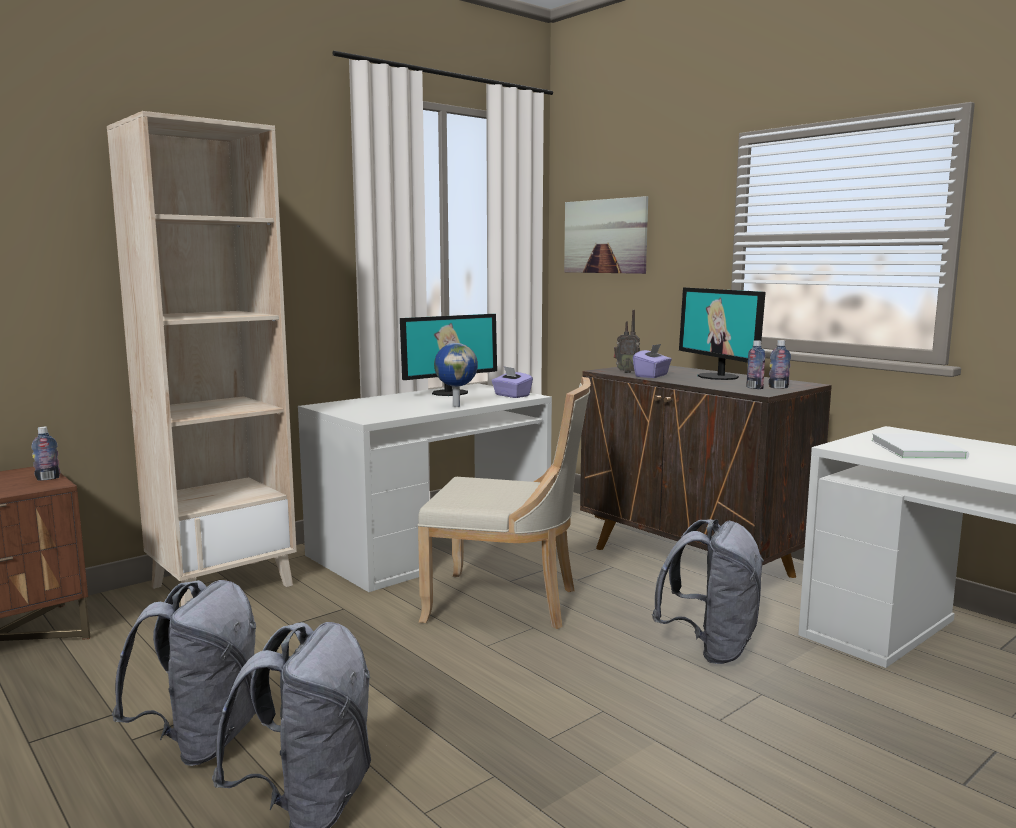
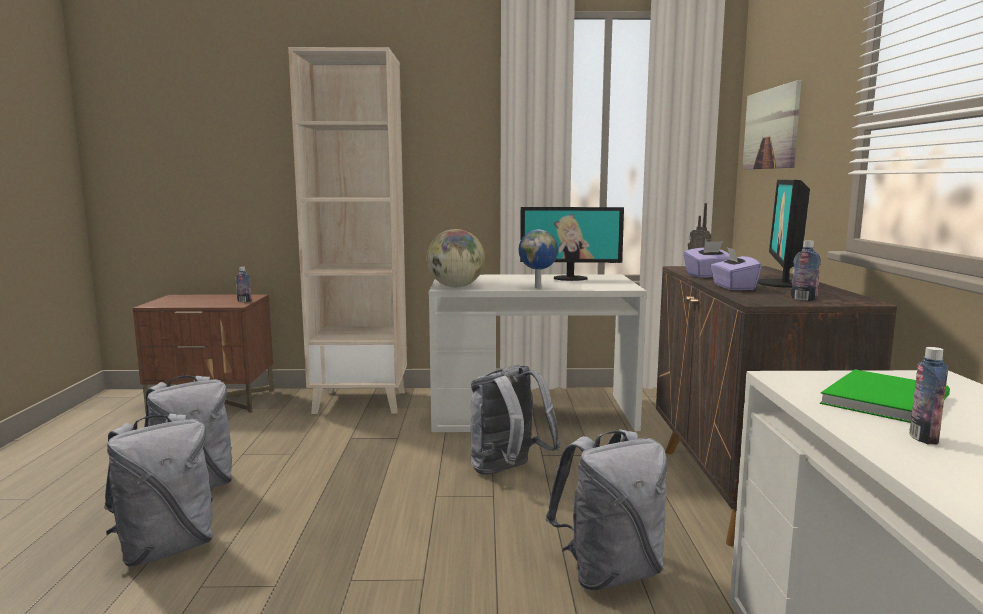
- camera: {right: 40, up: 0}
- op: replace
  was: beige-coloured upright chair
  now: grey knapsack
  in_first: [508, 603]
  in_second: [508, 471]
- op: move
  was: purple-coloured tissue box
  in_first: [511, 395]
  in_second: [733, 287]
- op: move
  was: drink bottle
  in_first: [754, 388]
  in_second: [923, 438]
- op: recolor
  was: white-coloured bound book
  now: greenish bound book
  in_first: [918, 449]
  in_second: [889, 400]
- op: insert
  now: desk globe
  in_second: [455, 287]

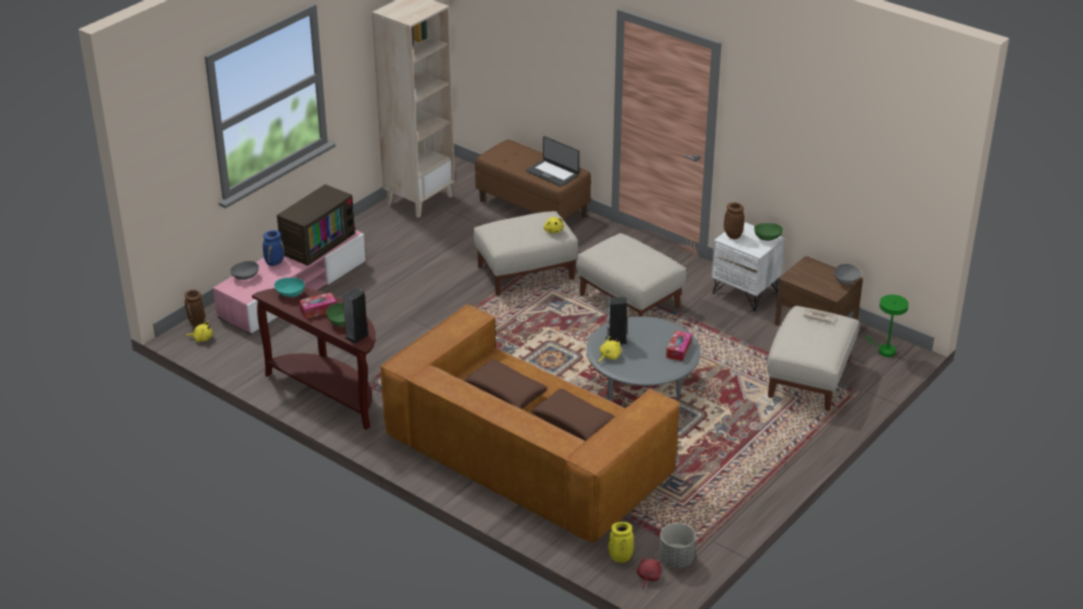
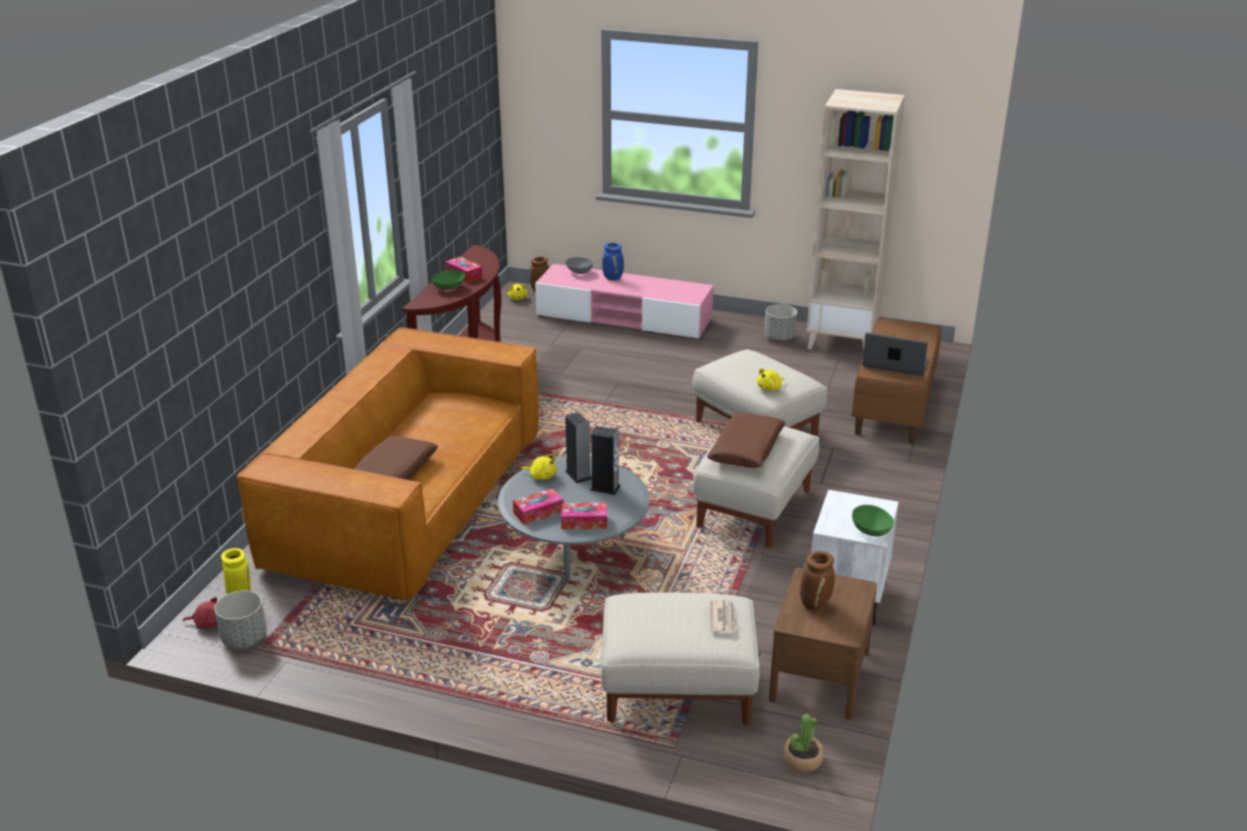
- camera: {right: 70, up: -5}
- op: delete
  was: turquoise serving bowl
  in_first: [290, 294]
- op: delete
  was: television
  in_first: [317, 242]
- op: move
  was: loudspeaker
  in_first: [356, 336]
  in_second: [605, 488]
- op: move
  was: brown cushion
  in_first: [505, 392]
  in_second: [746, 449]
- op: rotate
  was: laptop
  in_first: [553, 173]
  in_second: [895, 364]
  clockwise: 90
- op: move
  was: brown flower vase
  in_first: [732, 235]
  in_second: [815, 604]
- op: delete
  was: grey serving bowl
  in_first: [846, 281]
- op: replace
  was: greenish table lamp
  now: plant in a pot
  in_first: [884, 350]
  in_second: [802, 759]
- op: insert
  now: tissue box
  in_second: [538, 512]
- op: insert
  now: grey planter
  in_second: [779, 337]

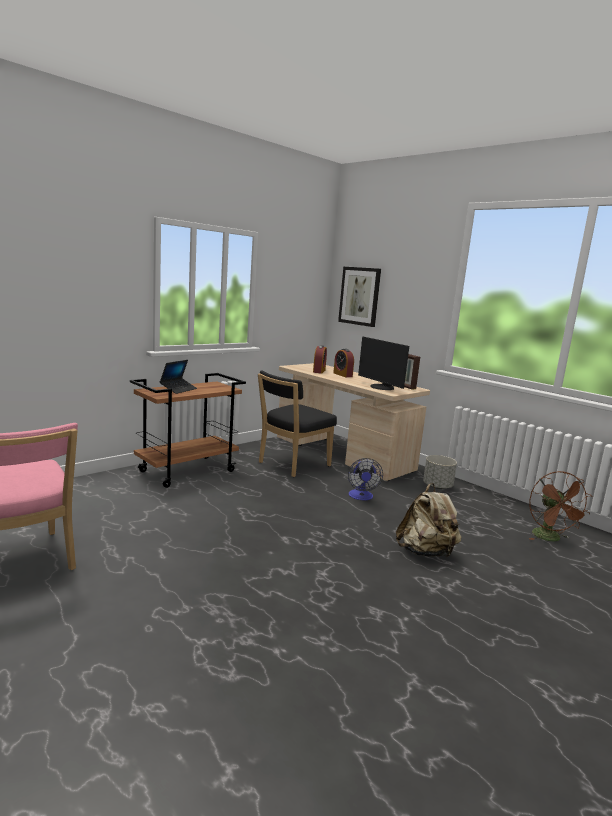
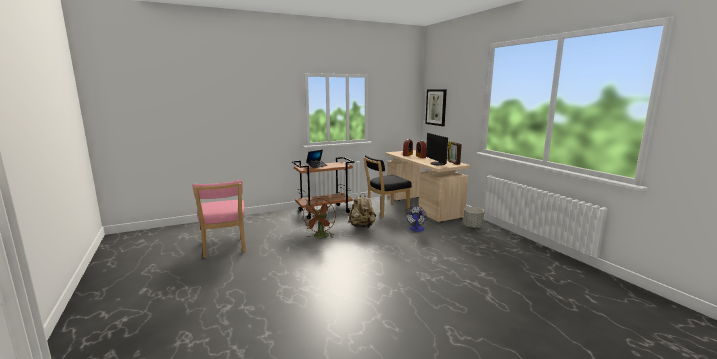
- camera: {right: 20, up: 0}
- op: move
  was: beige-coloured knapsack
  in_first: [426, 552]
  in_second: [362, 226]
- op: move
  was: brown fan
  in_first: [550, 538]
  in_second: [320, 237]

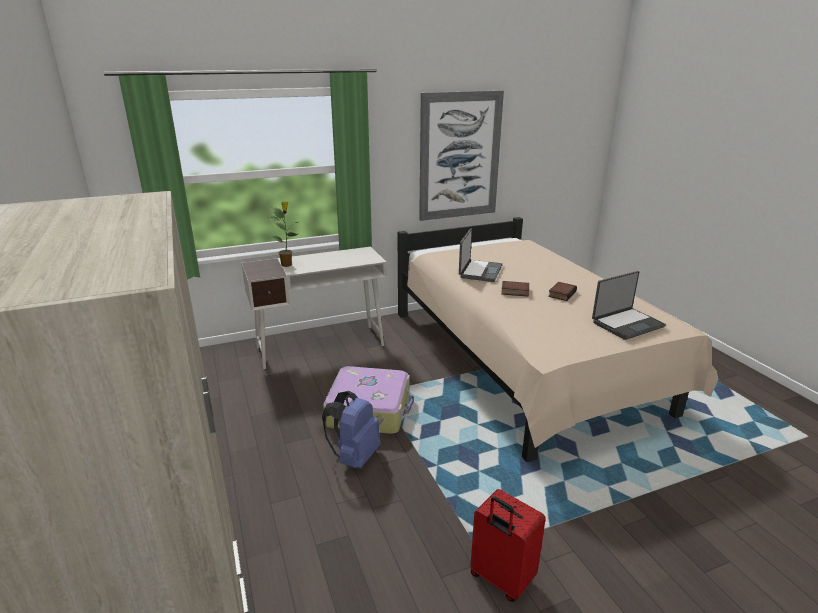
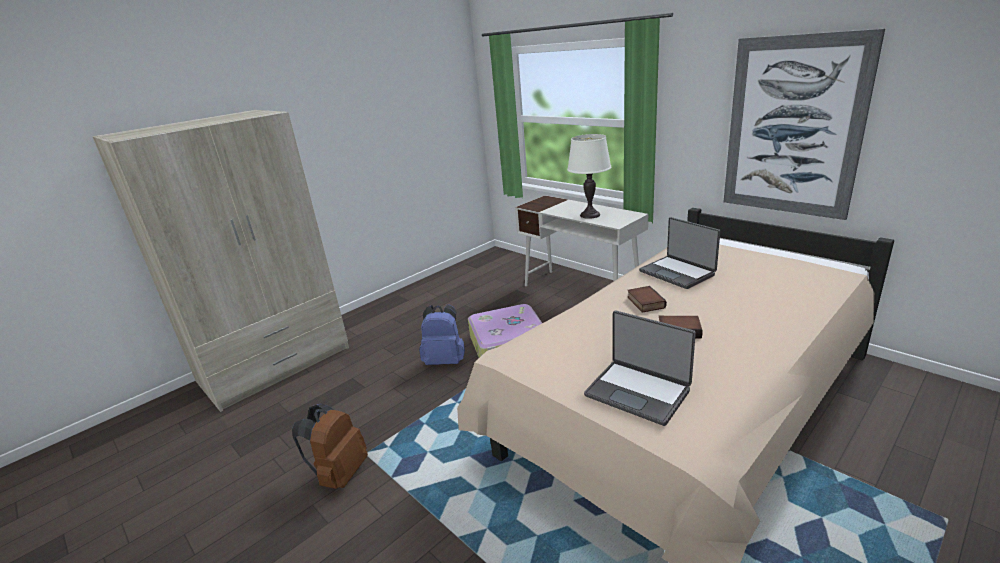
- camera: {right: 70, up: 0}
- op: delete
  was: plant in a pot
  in_first: [287, 265]
- op: rotate
  was: laptop
  in_first: [479, 271]
  in_second: [677, 273]
  clockwise: 60
- op: replace
  was: reddish travel case
  now: brown knapsack
  in_first: [501, 579]
  in_second: [340, 474]
- op: insert
  now: white-coloured table lamp
  in_second: [590, 215]

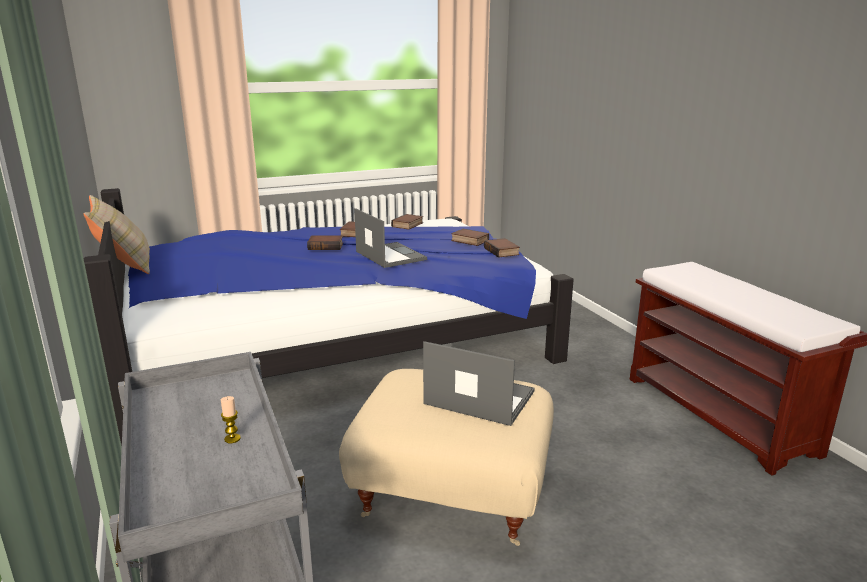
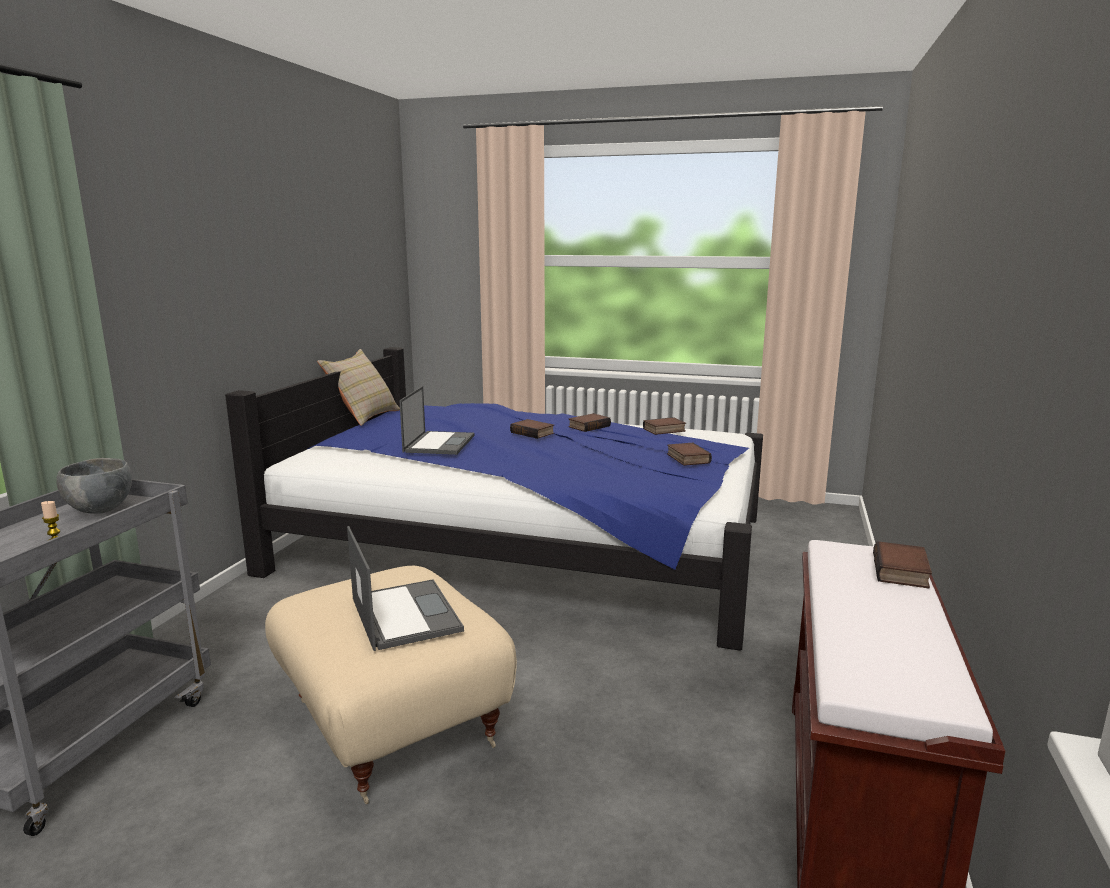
- camera: {right: 40, up: -5}
- op: move
  was: laptop
  in_first: [390, 255]
  in_second: [439, 443]
- op: move
  was: bound book
  in_first: [502, 251]
  in_second: [902, 572]
- op: insert
  now: grey serving bowl
  in_second: [99, 509]

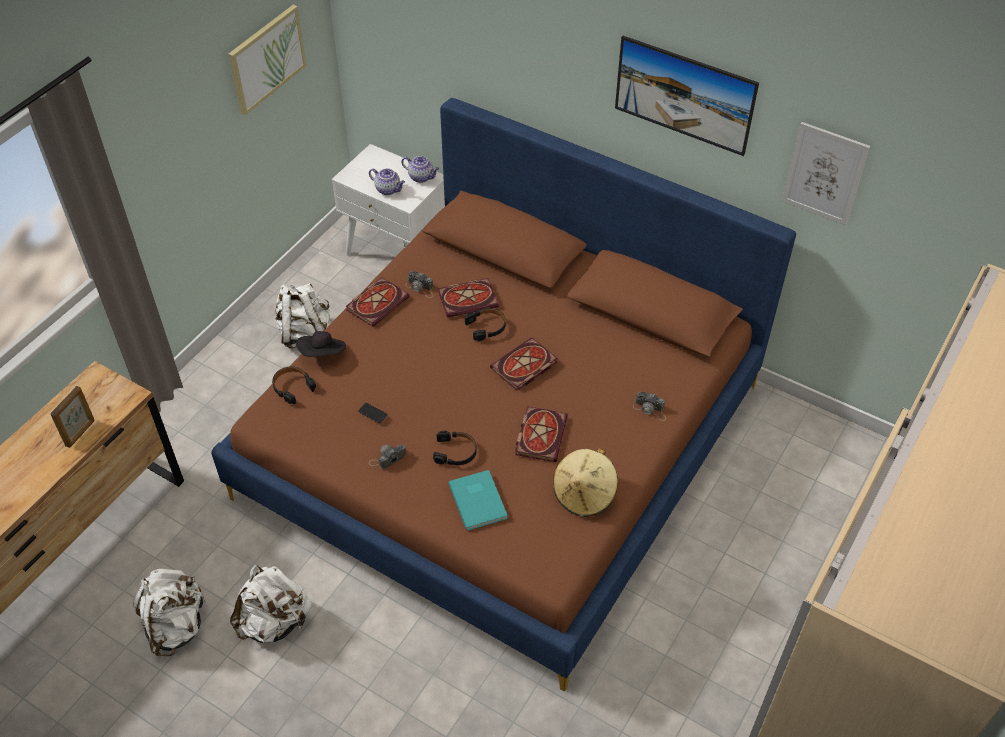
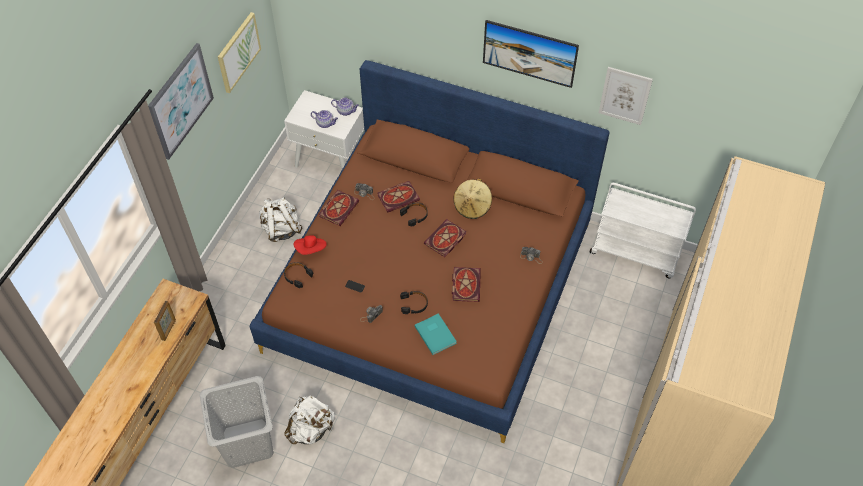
- camera: {right: -10, up: 5}
- op: replace
  was: white-coloured knapsack
  now: grey washing basket
  in_first: [176, 626]
  in_second: [247, 442]
- op: recolor
  was: black hat
  now: reddish hat
  in_first: [323, 354]
  in_second: [311, 249]
- op: move
  was: beige-coloured hat
  in_first: [584, 494]
  in_second: [472, 206]
- op: insert
  now: wall picture
  in_second: [181, 101]
- op: insert
  now: white-coloured wheeled cart
  in_second: [635, 252]

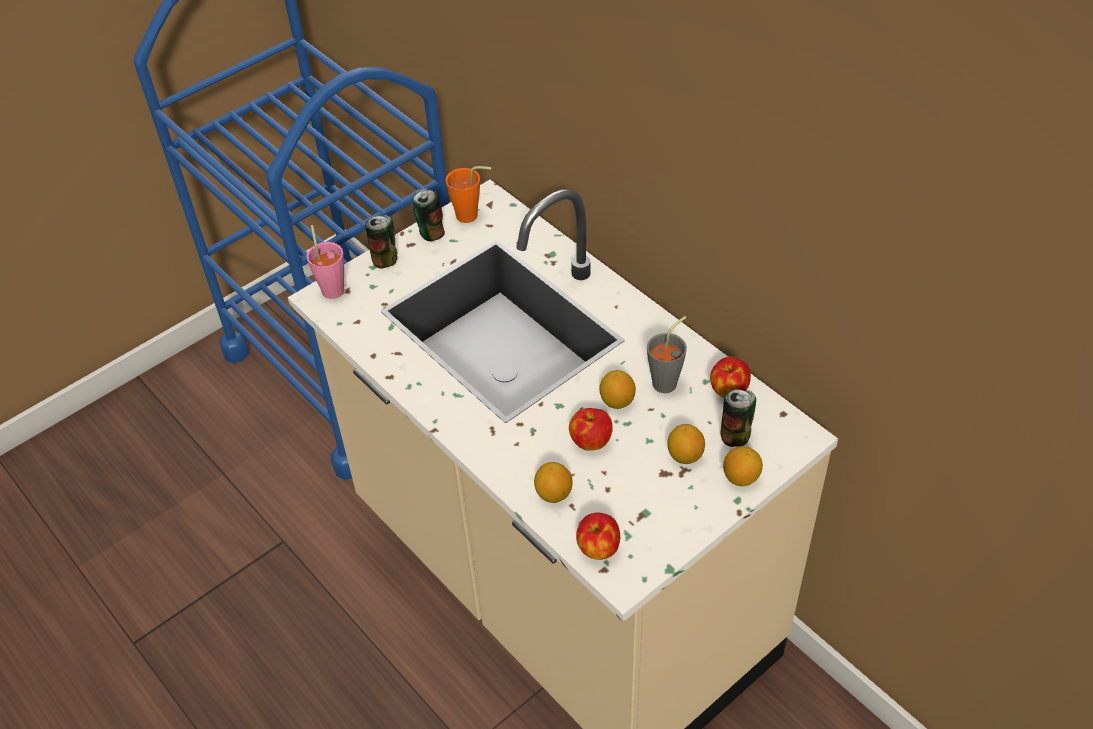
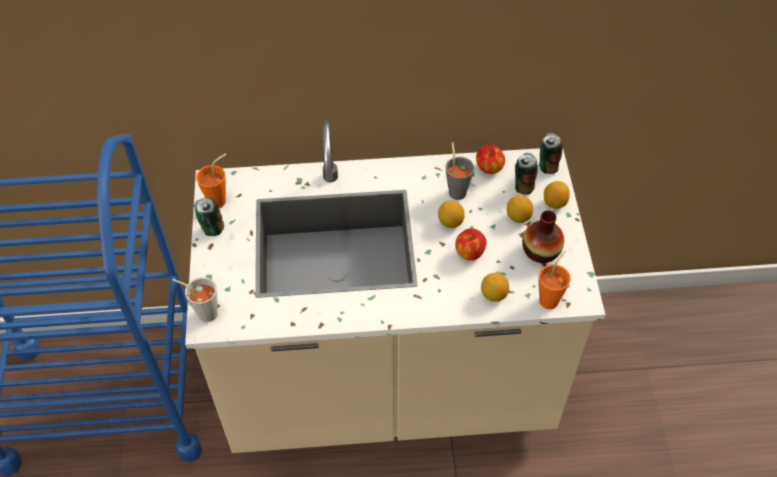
- camera: {right: -55, up: 5}
- op: recolor
  was: pink cup
  now: grey cup
  in_first: [332, 287]
  in_second: [203, 312]
- op: move
  was: sealed can
  in_first: [385, 259]
  in_second: [547, 166]
- op: replace
  was: apple fruit
  now: orange-coloured cup
  in_first: [598, 548]
  in_second: [551, 297]
- op: insert
  now: flower vase
  in_second: [541, 251]

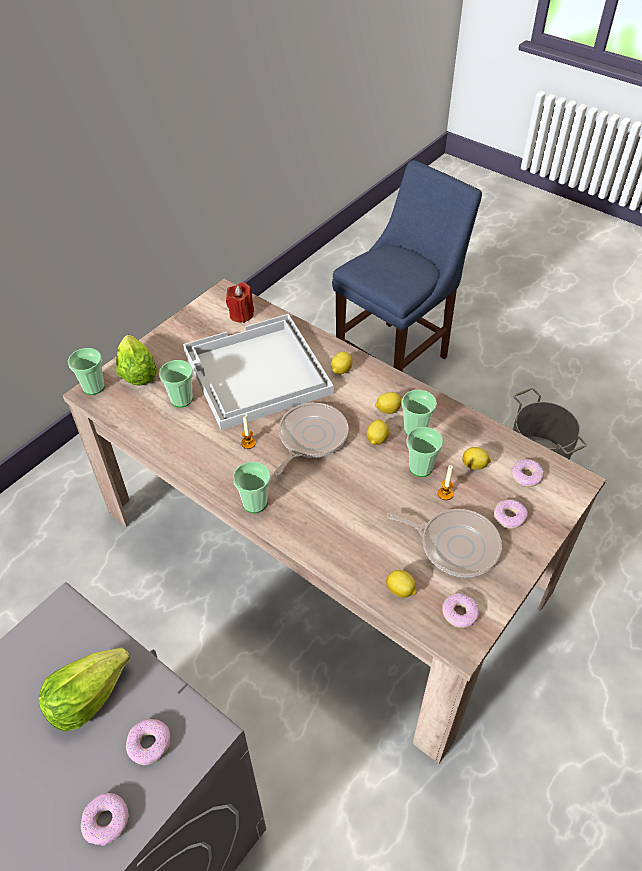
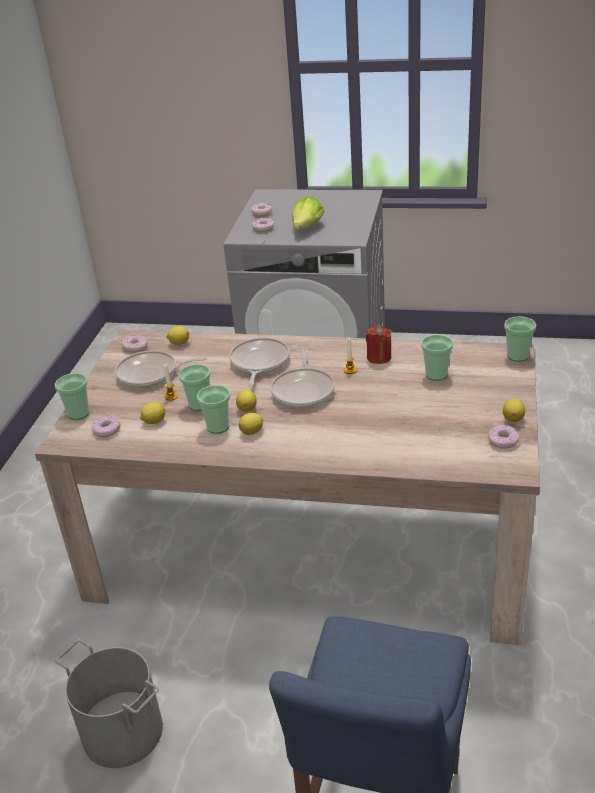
- camera: {right: 155, up: -15}
- op: delete
  was: lettuce head
  in_first: [137, 372]
- op: delete
  was: white-coloured carrying tray
  in_first: [256, 373]
- op: move
  was: reddish candle
  in_first: [241, 314]
  in_second: [379, 357]
- op: move
  was: cup
  in_first: [254, 503]
  in_second: [79, 413]
- op: move
  was: citrus fruit
  in_first: [340, 370]
  in_second: [513, 418]
- op: move
  was: doughnut
  in_first: [509, 517]
  in_second: [503, 441]
- op: insert
  now: pan
  in_second: [259, 363]

